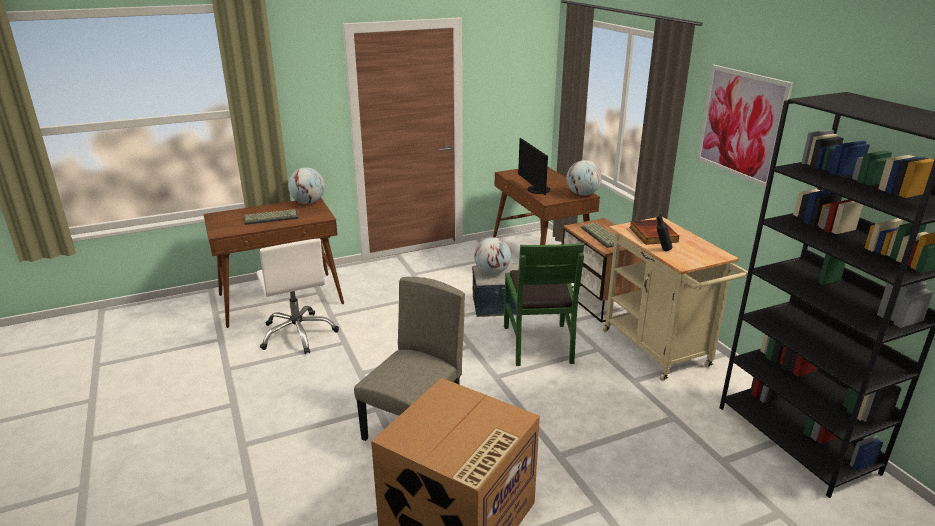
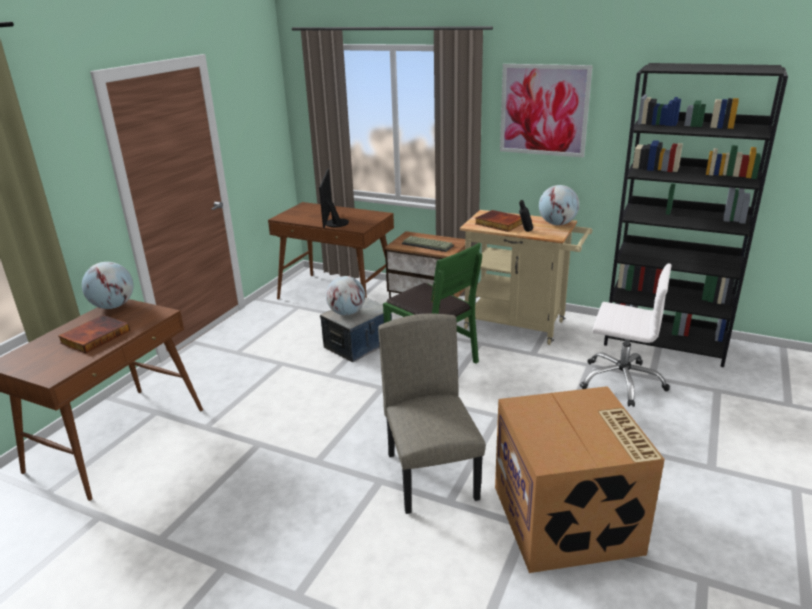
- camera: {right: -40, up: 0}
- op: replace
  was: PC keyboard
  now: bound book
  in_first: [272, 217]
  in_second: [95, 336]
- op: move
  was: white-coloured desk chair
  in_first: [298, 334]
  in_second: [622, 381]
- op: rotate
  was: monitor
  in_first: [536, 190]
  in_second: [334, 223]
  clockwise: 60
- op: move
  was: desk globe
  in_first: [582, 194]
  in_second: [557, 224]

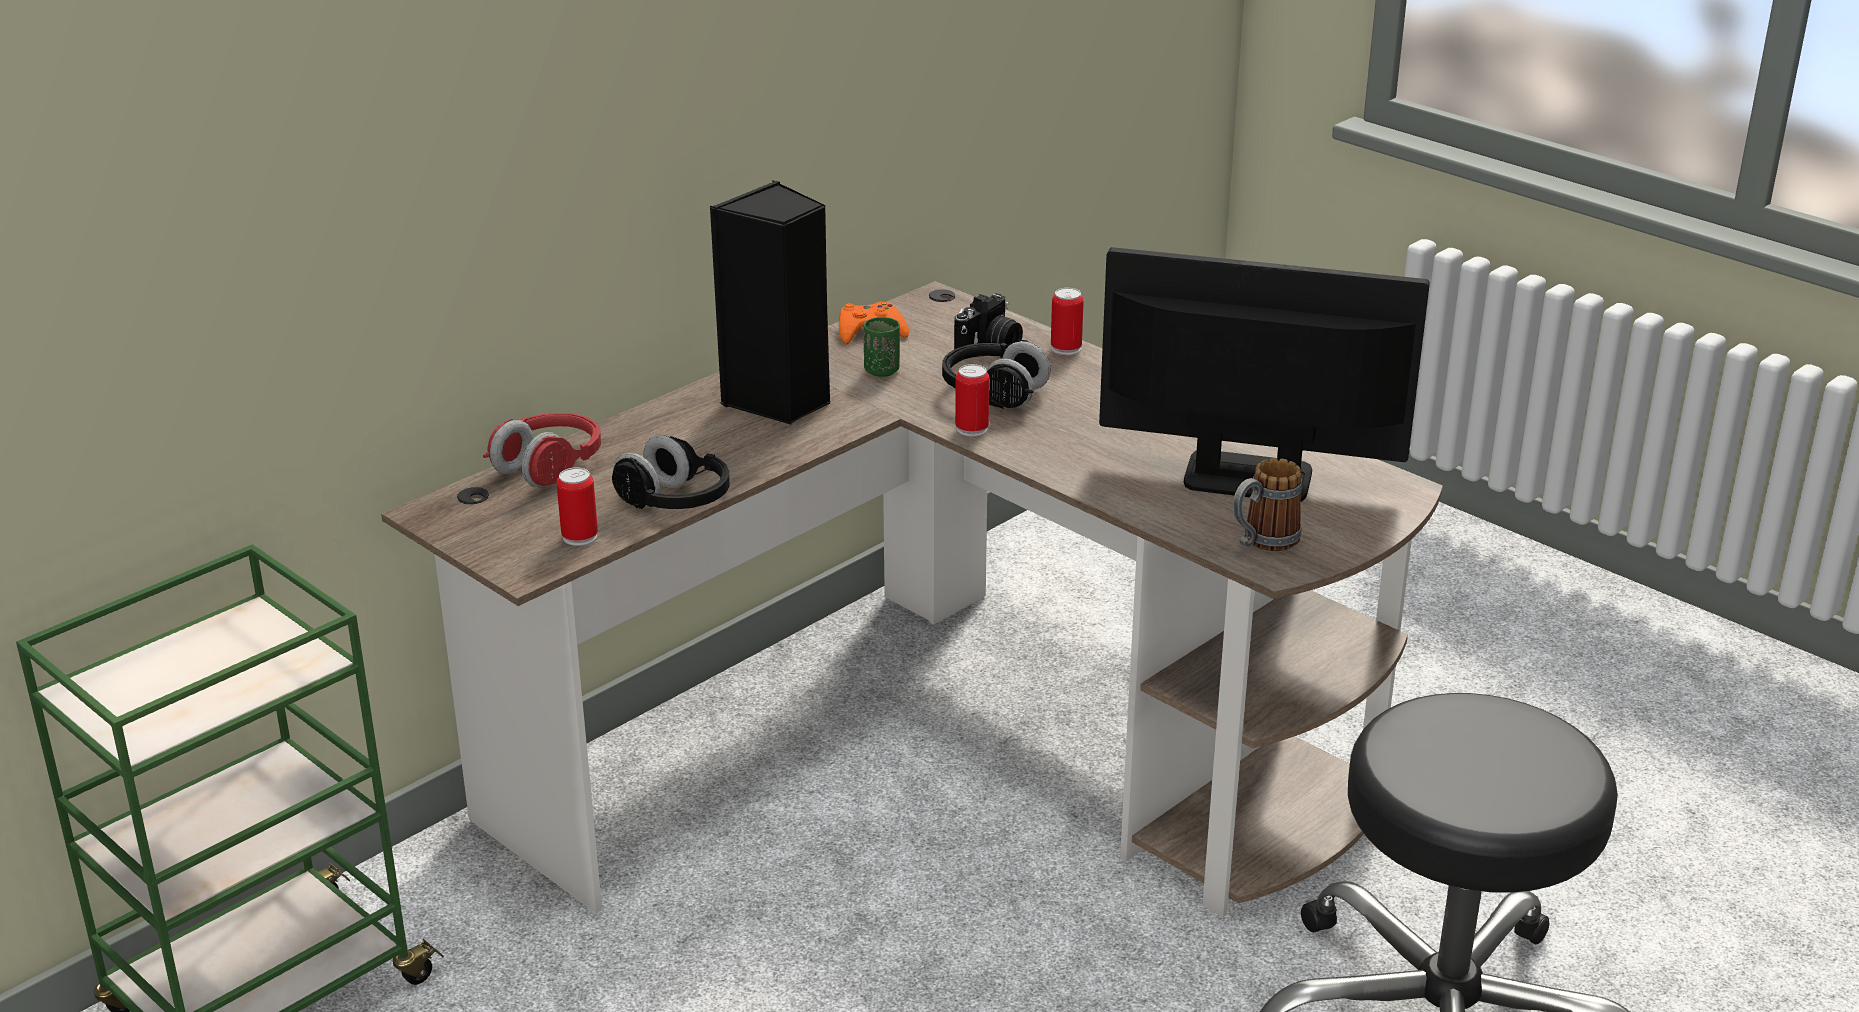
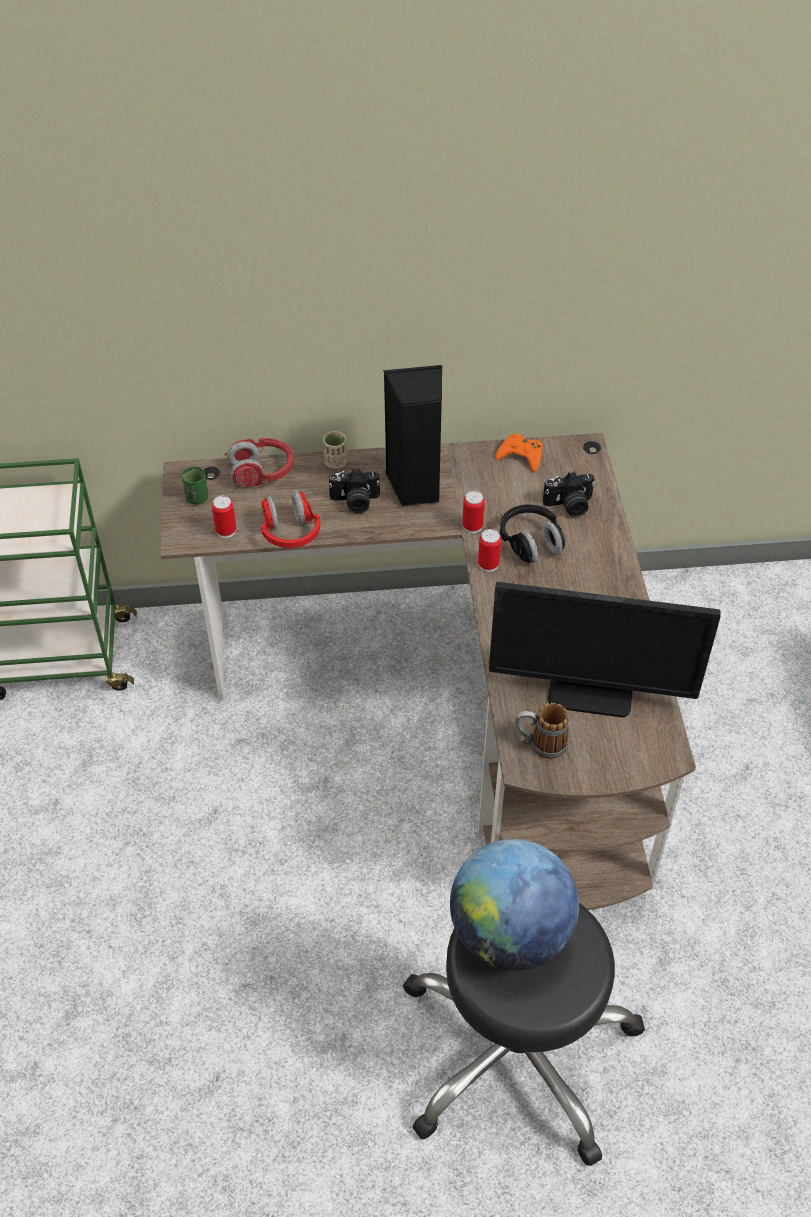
- camera: {right: 40, up: 20}
- op: recolor
  was: black headphones
  now: reddish headphones
  in_first: [674, 502]
  in_second: [290, 532]
- op: move
  was: greenish cup
  in_first: [882, 371]
  in_second: [197, 498]
- op: move
  was: sealed can
  in_first: [1066, 348]
  in_second: [472, 526]
- op: rotate
  was: monitor
  in_first: [1247, 477]
  in_second: [590, 691]
  clockwise: 135
- op: insert
  now: beige-coloured cup
  in_second: [336, 462]
- op: insert
  now: photo camera
  in_second: [355, 502]
- op: insert
  now: desk globe
  in_second: [510, 933]

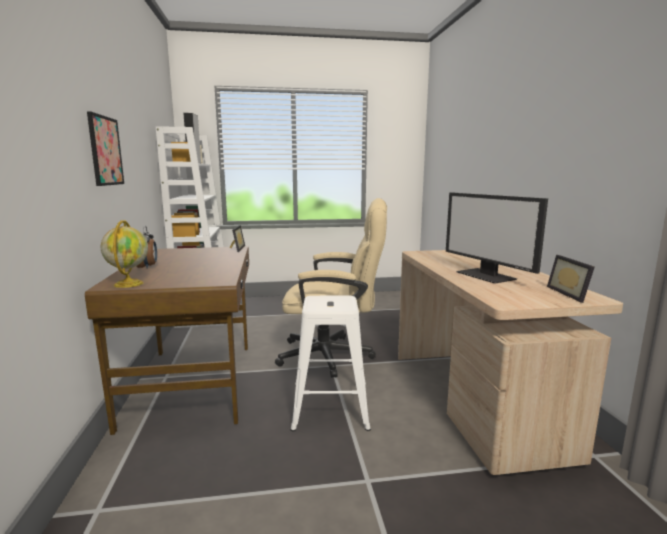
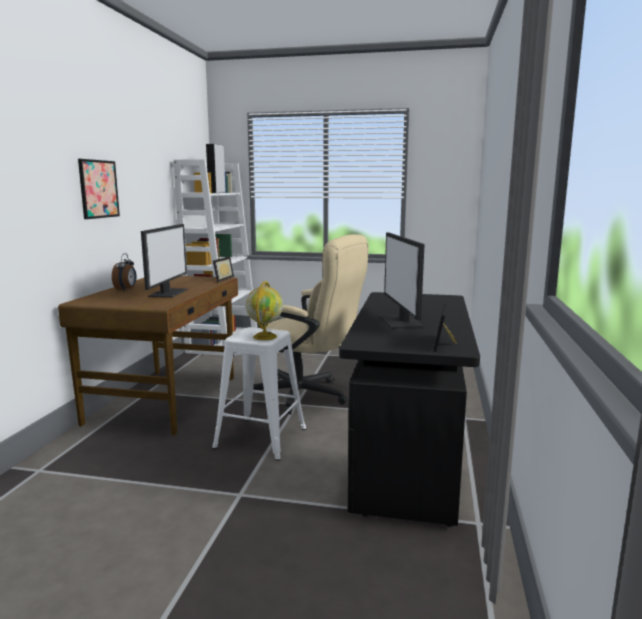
- camera: {right: 20, up: 0}
- op: move
  was: desk globe
  in_first: [128, 283]
  in_second: [265, 336]
- op: recolor
  was: beige-coloured desk
  now: black desk
  in_first: [475, 400]
  in_second: [408, 456]
- op: insert
  now: monitor
  in_second: [167, 293]

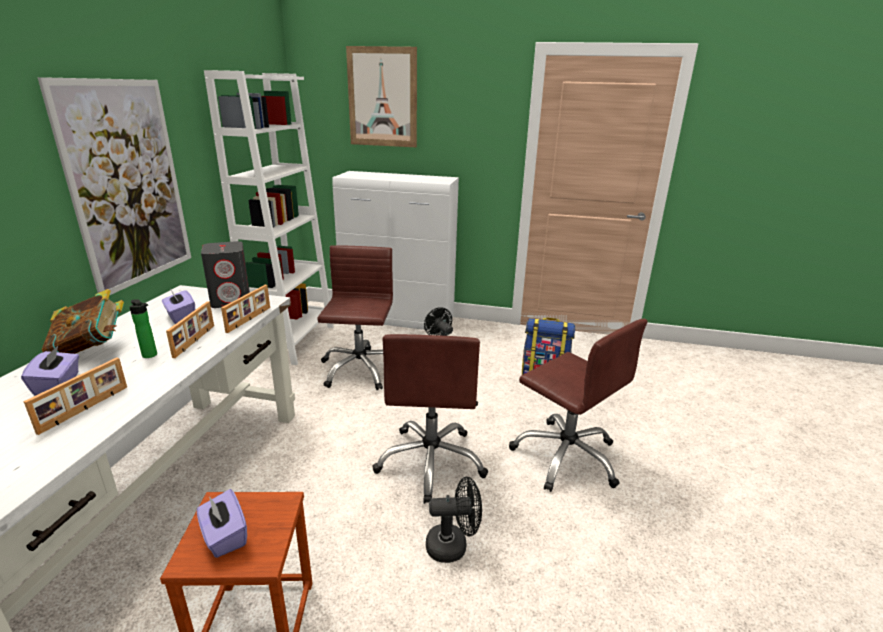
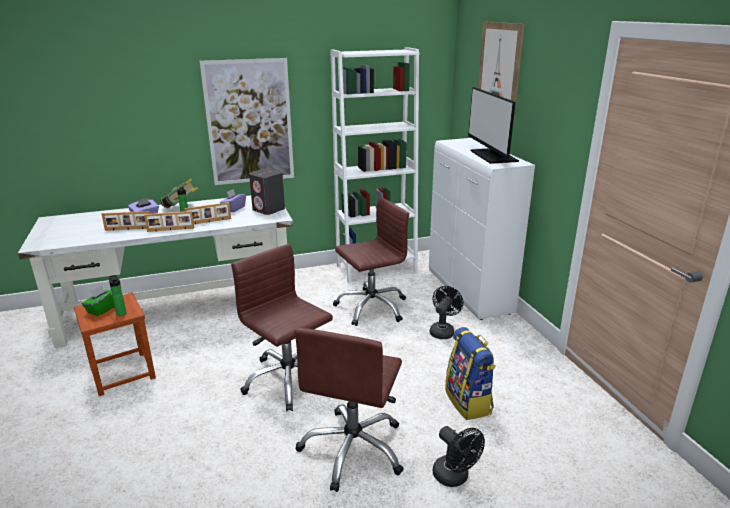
- camera: {right: 60, up: 0}
- op: recolor
  was: purple-coloured tissue box
  now: greenish tissue box
  in_first: [224, 536]
  in_second: [102, 309]
- op: move
  was: photo frame
  in_first: [249, 319]
  in_second: [170, 230]
- op: rotate
  was: brown desk chair
  in_first: [431, 462]
  in_second: [288, 380]
  clockwise: 75
- op: move
  was: black fan
  in_first: [453, 545]
  in_second: [455, 478]
- op: insert
  now: drink bottle
  in_second: [121, 313]
- op: insert
  now: monitor
  in_second: [492, 156]

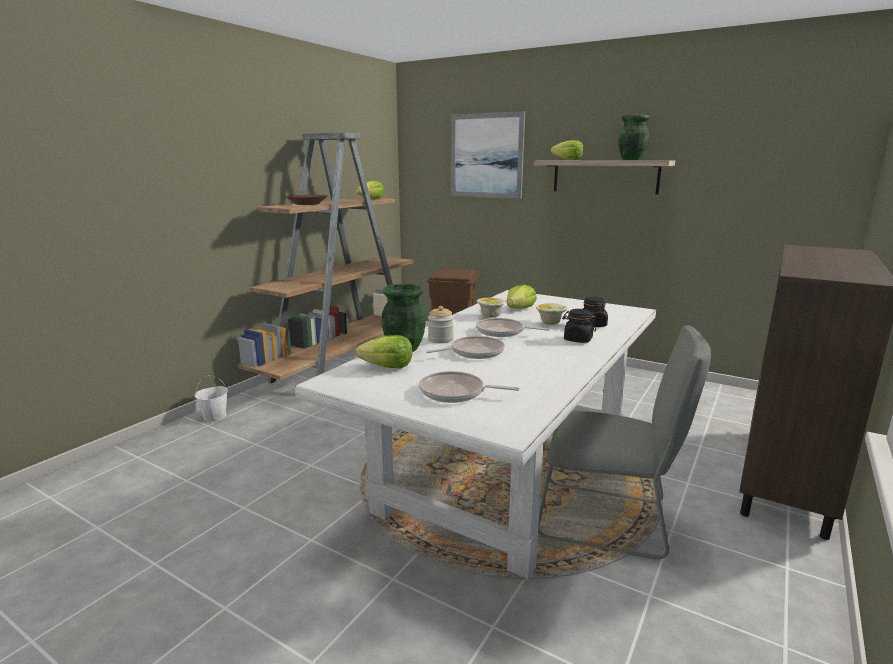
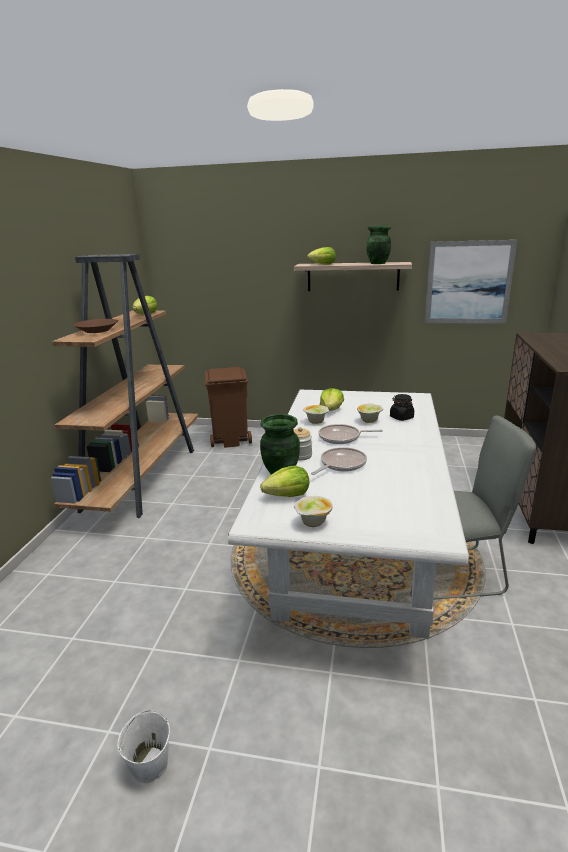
- camera: {right: -20, up: 5}
- op: move
  was: white-coloured water bucket
  in_first: [215, 416]
  in_second: [149, 765]
- op: delete
  was: pan
  in_first: [456, 393]
- op: move
  was: wall picture
  in_first: [486, 156]
  in_second: [468, 282]
- op: delete
  was: black storage jar
  in_first: [577, 339]
- op: insert
  now: serving bowl
  in_second: [313, 523]

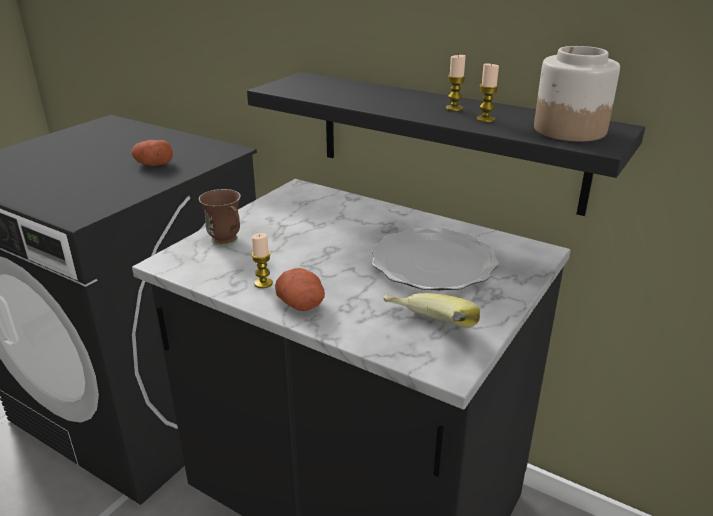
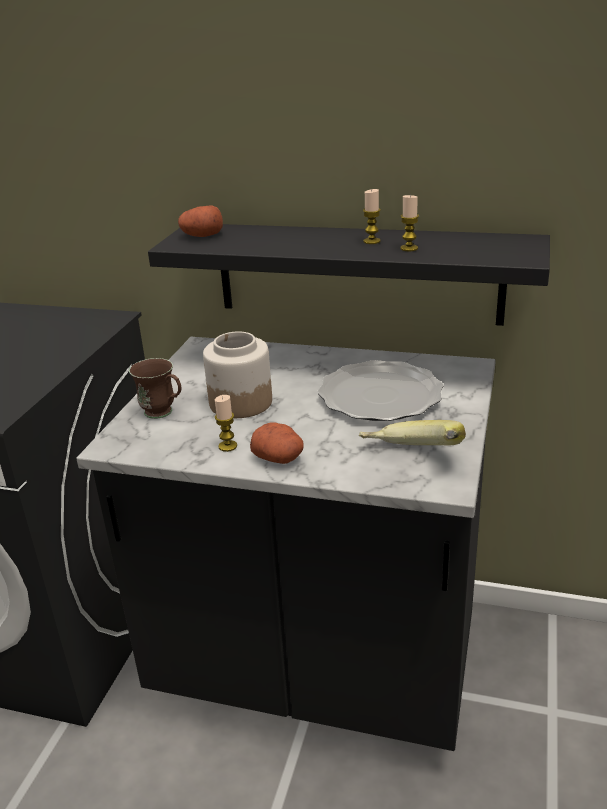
- camera: {right: -15, up: 0}
- op: move
  was: whole potato
  in_first: [153, 164]
  in_second: [202, 235]
- op: move
  was: storage jar
  in_first: [569, 130]
  in_second: [240, 402]

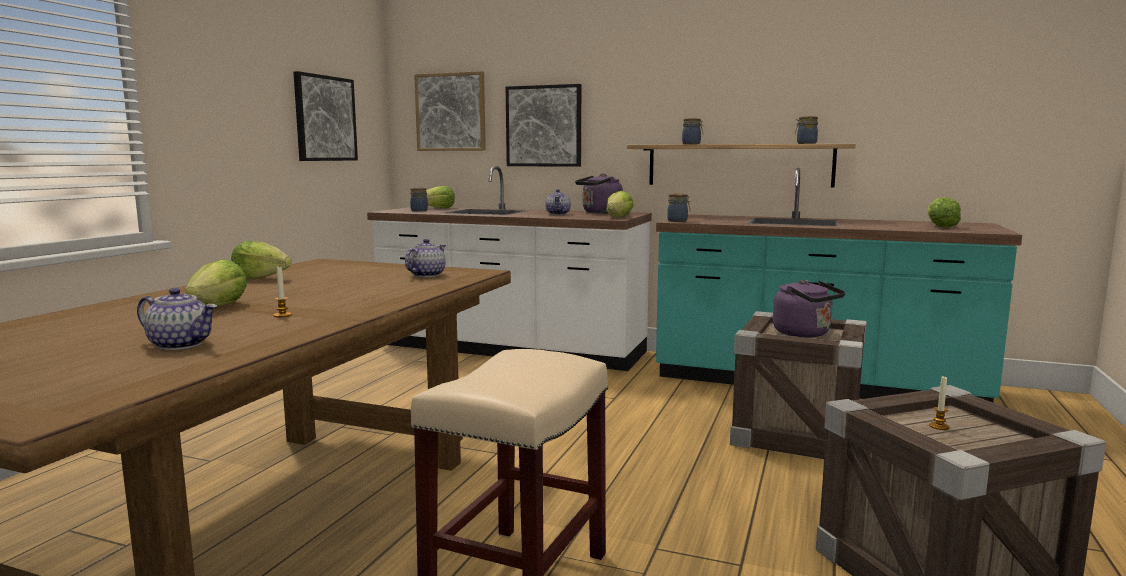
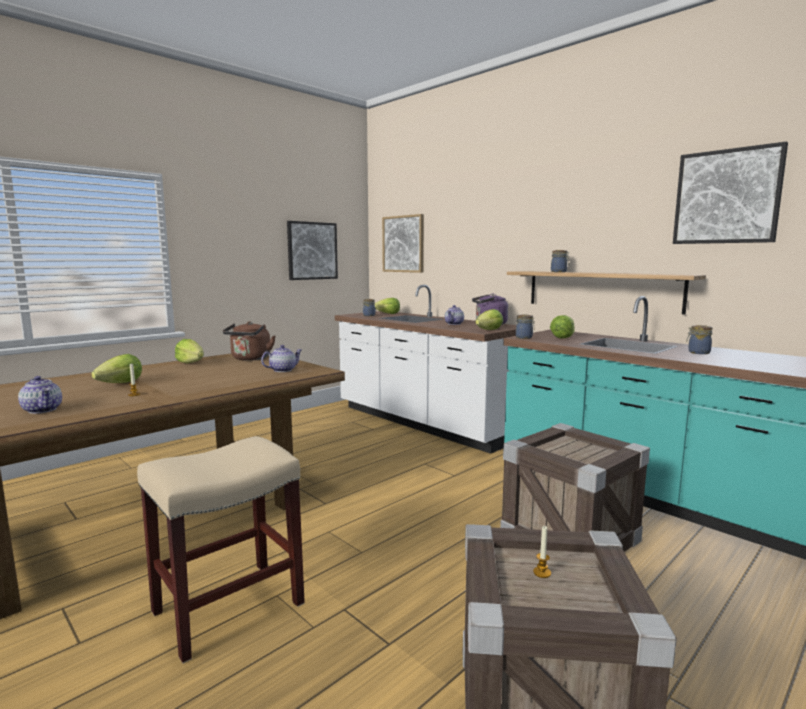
- camera: {right: 25, up: 0}
- op: move
  was: wall picture
  in_first: [544, 126]
  in_second: [727, 197]
- op: delete
  was: purple-coloured tea kettle
  in_first: [805, 334]
- op: move
  was: storage jar
  in_first: [805, 143]
  in_second: [697, 352]
- op: move
  was: lettuce head
  in_first: [940, 226]
  in_second: [562, 337]
- op: insert
  now: brown tea kettle
  in_second: [250, 359]

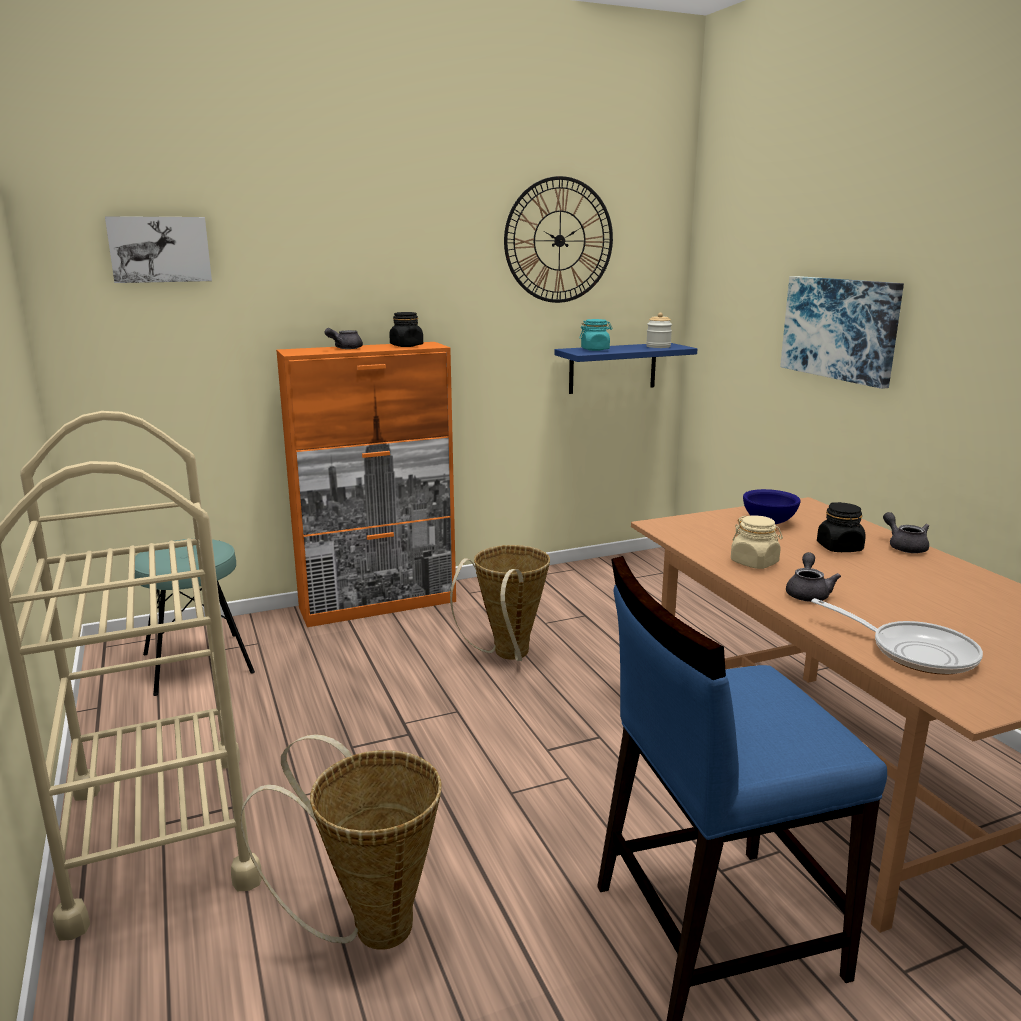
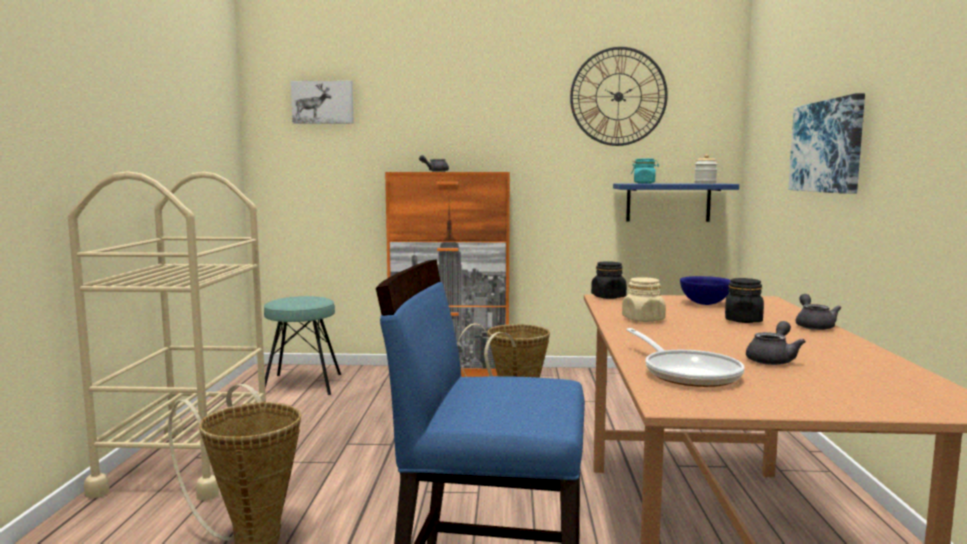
- camera: {right: 25, up: -10}
- op: move
  was: black storage jar
  in_first: [406, 346]
  in_second: [608, 297]
- op: move
  was: grey teapot
  in_first: [808, 593]
  in_second: [772, 360]

